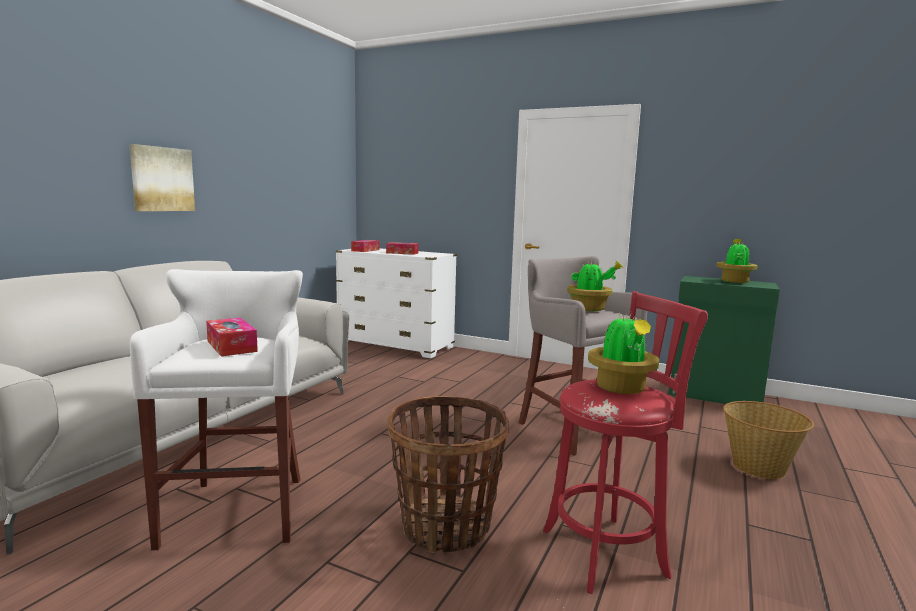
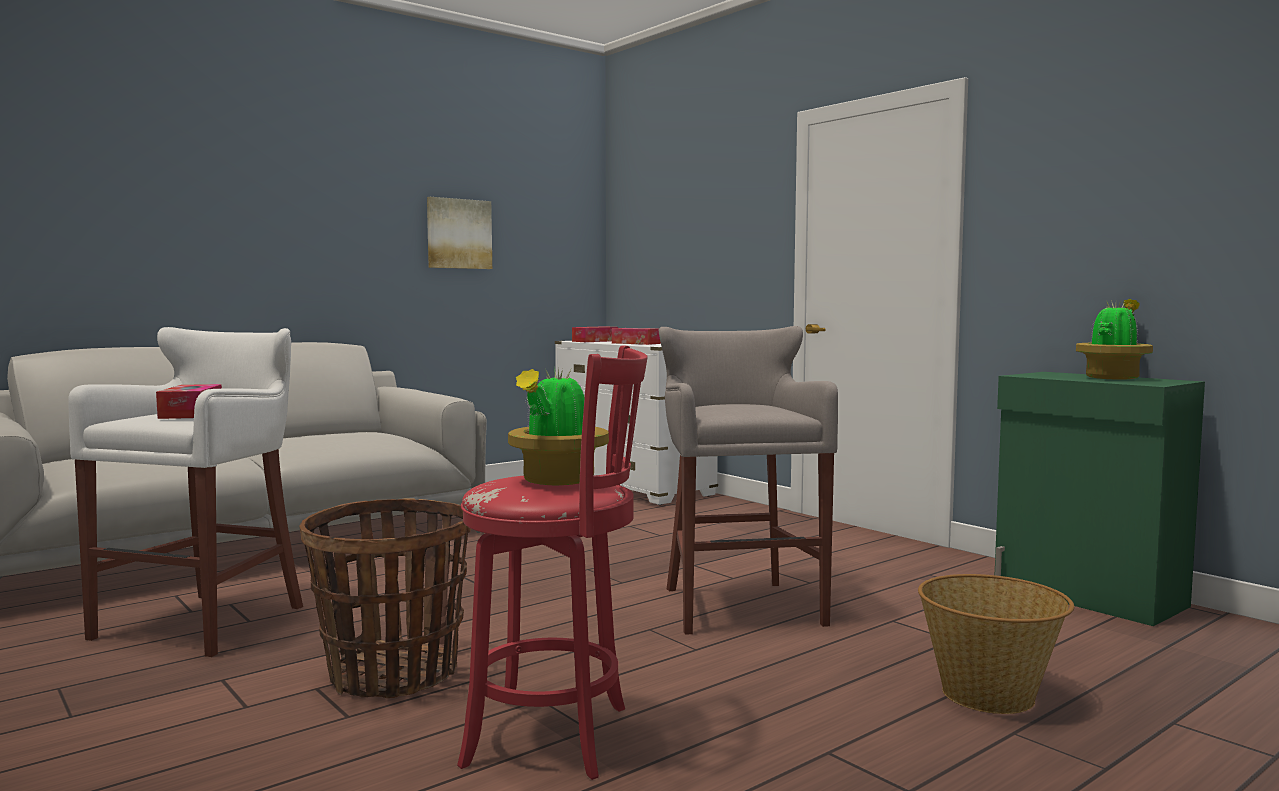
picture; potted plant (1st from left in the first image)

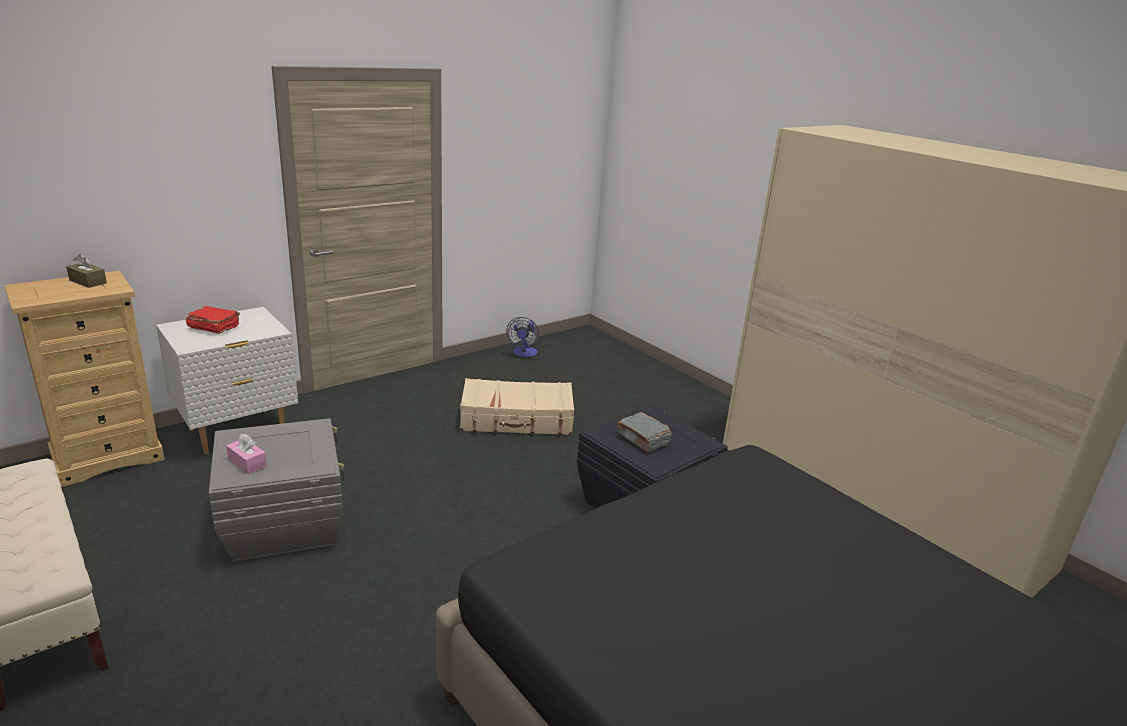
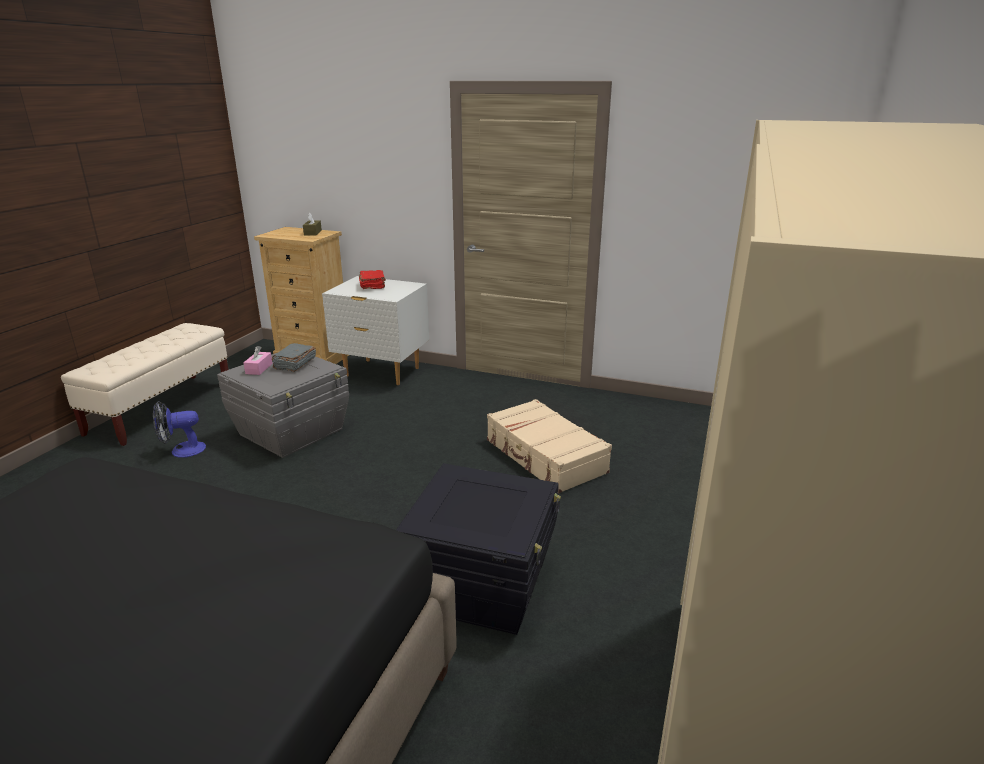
fan; grey book

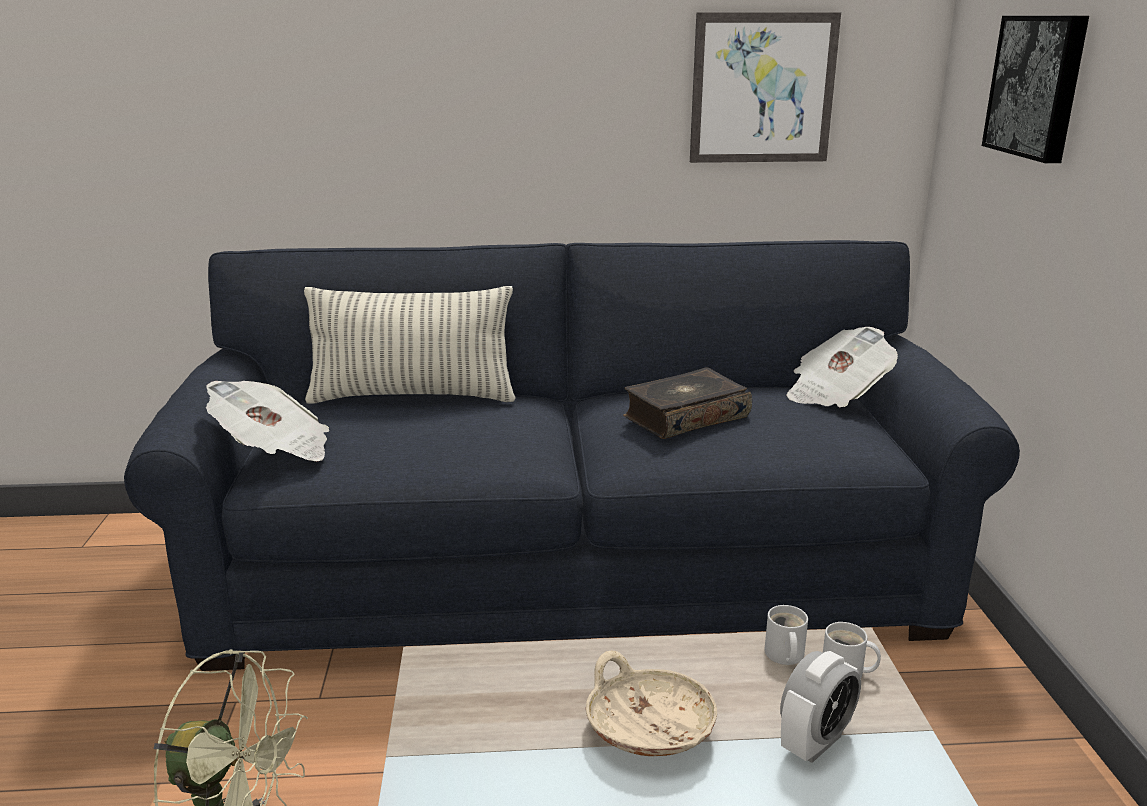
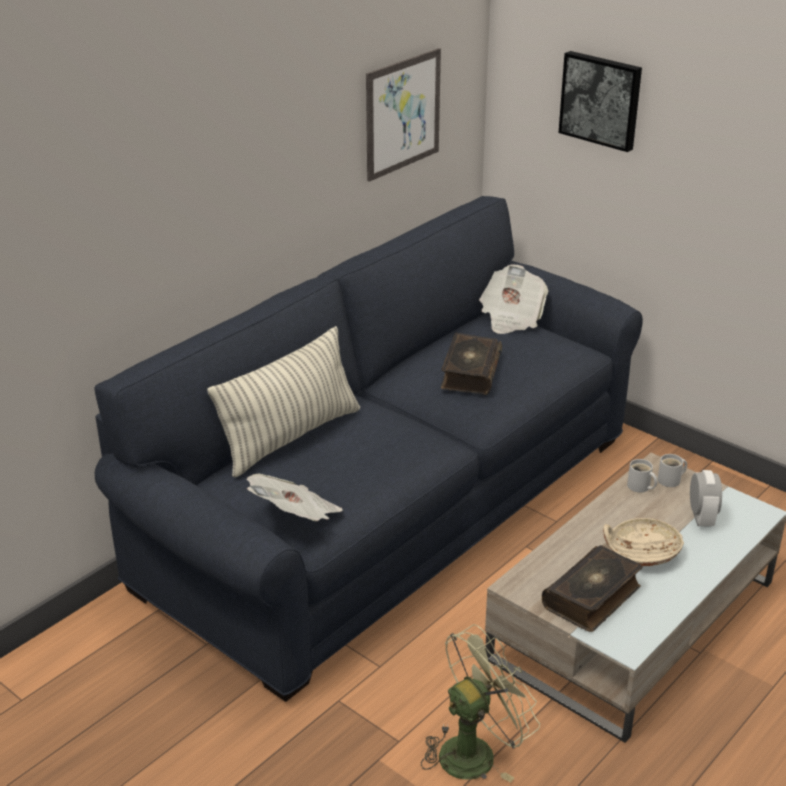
book (2nd from left)

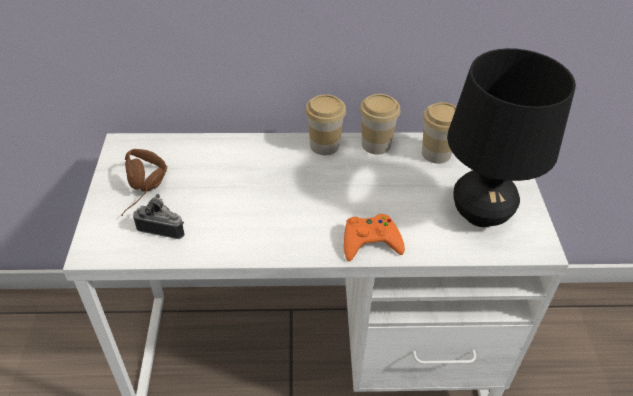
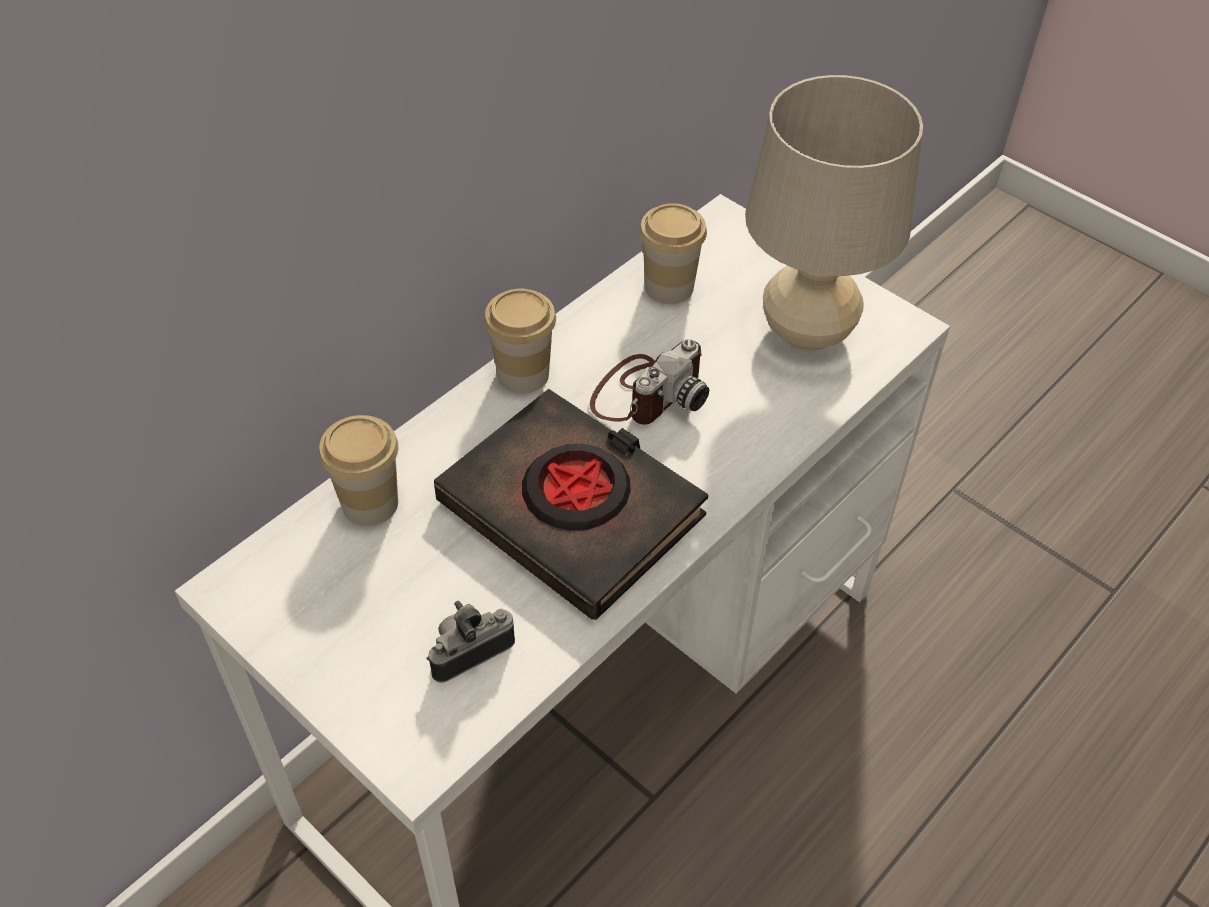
brown headphones; orange game controller; cup (1st from left); beige table lamp; black book; photo camera (2nd from left)

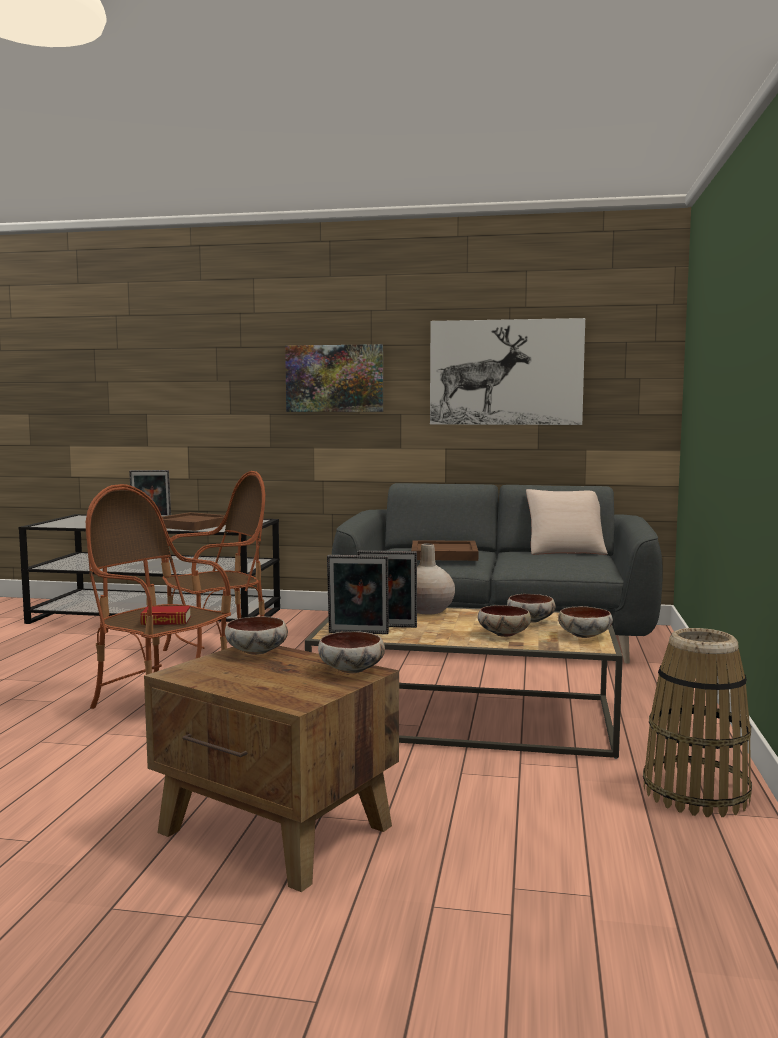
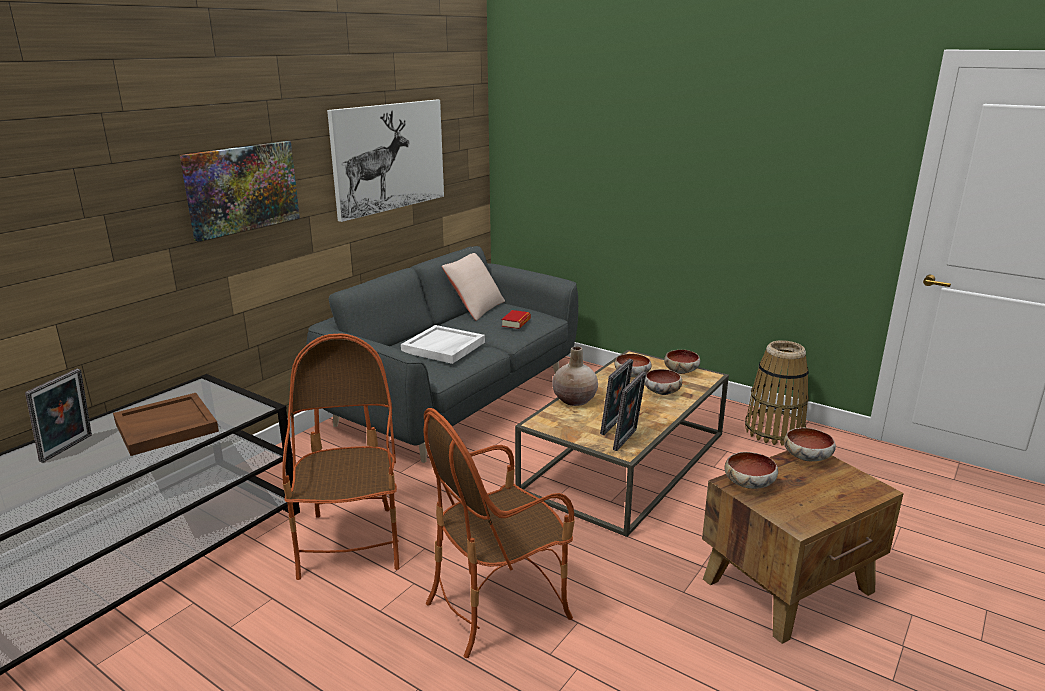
book; white tray

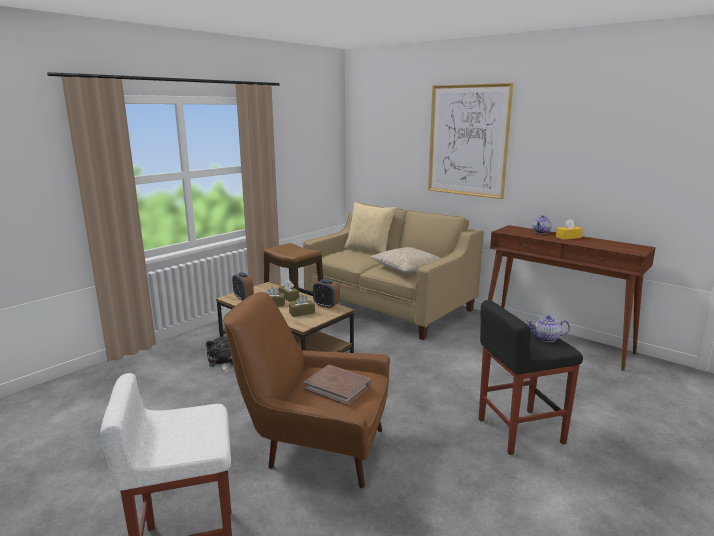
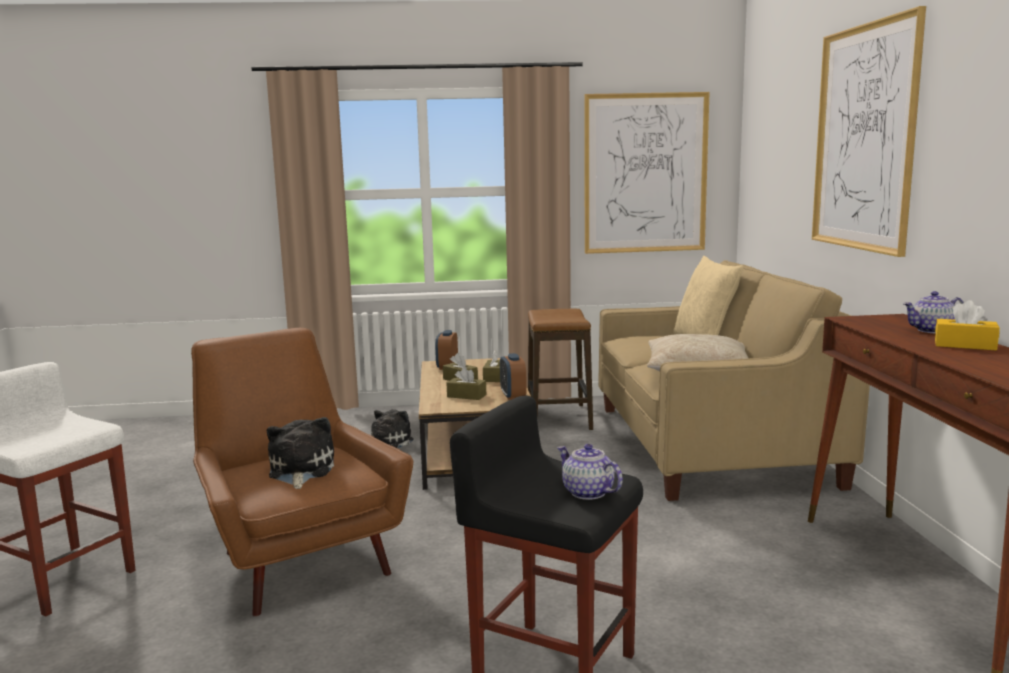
plush toy (1st from left); picture (1st from left)

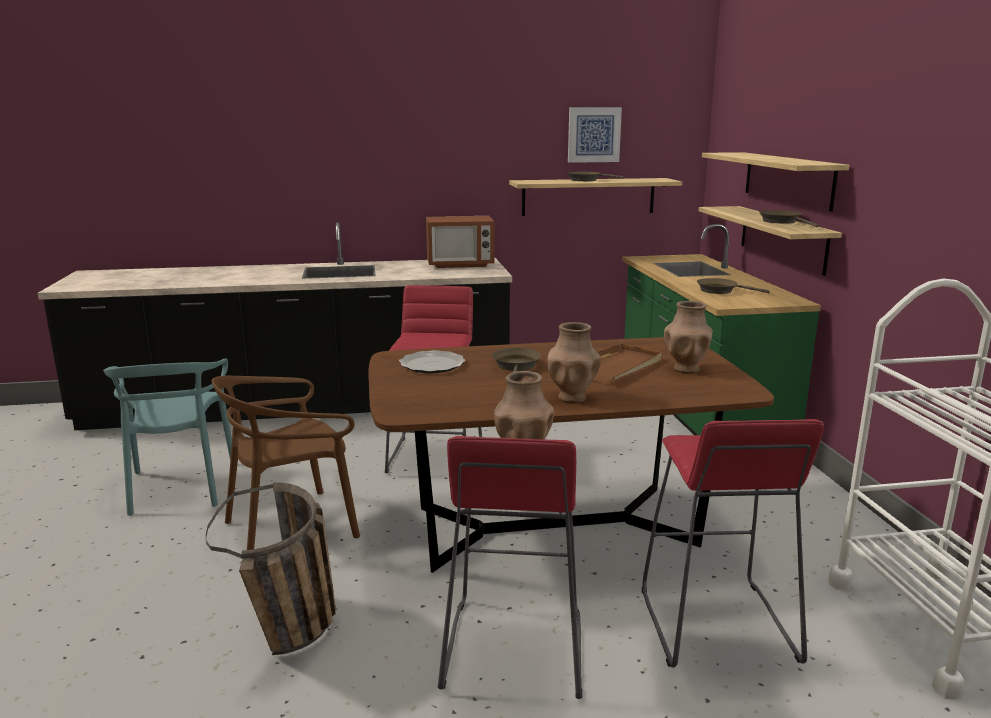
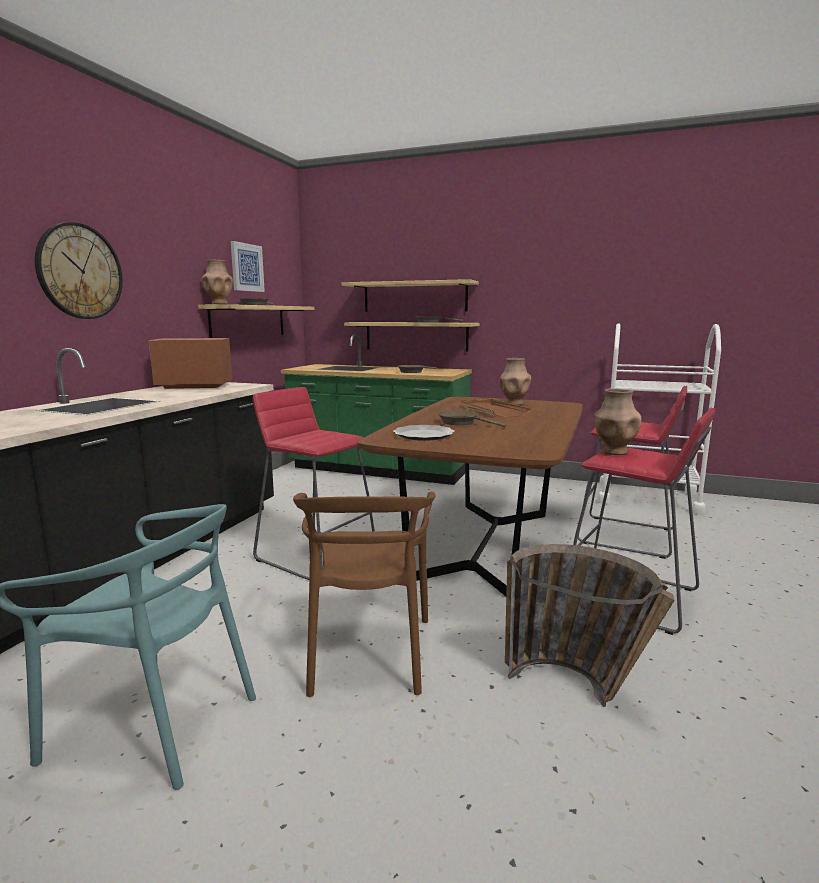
microwave; brown vase (1st from left); wall clock

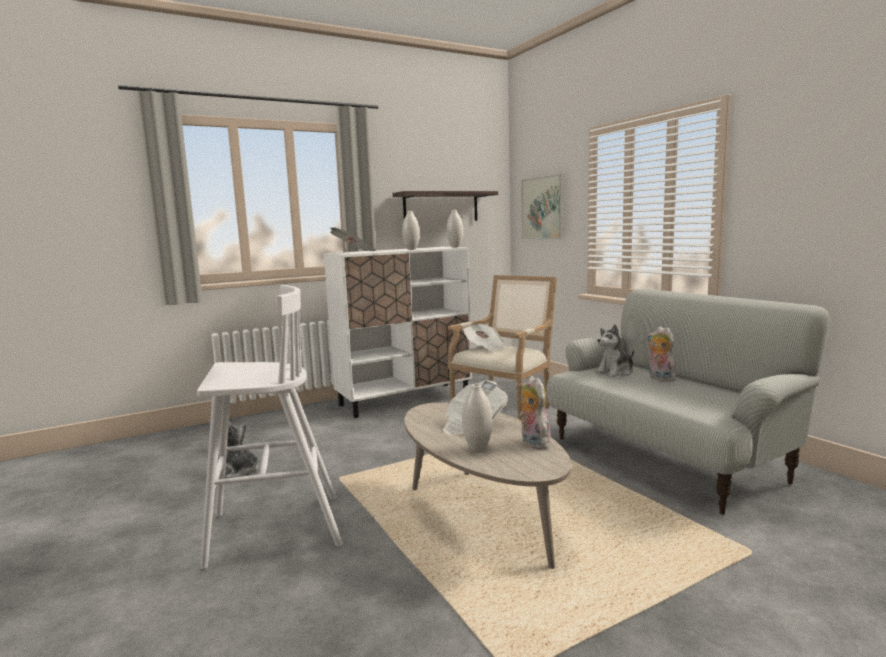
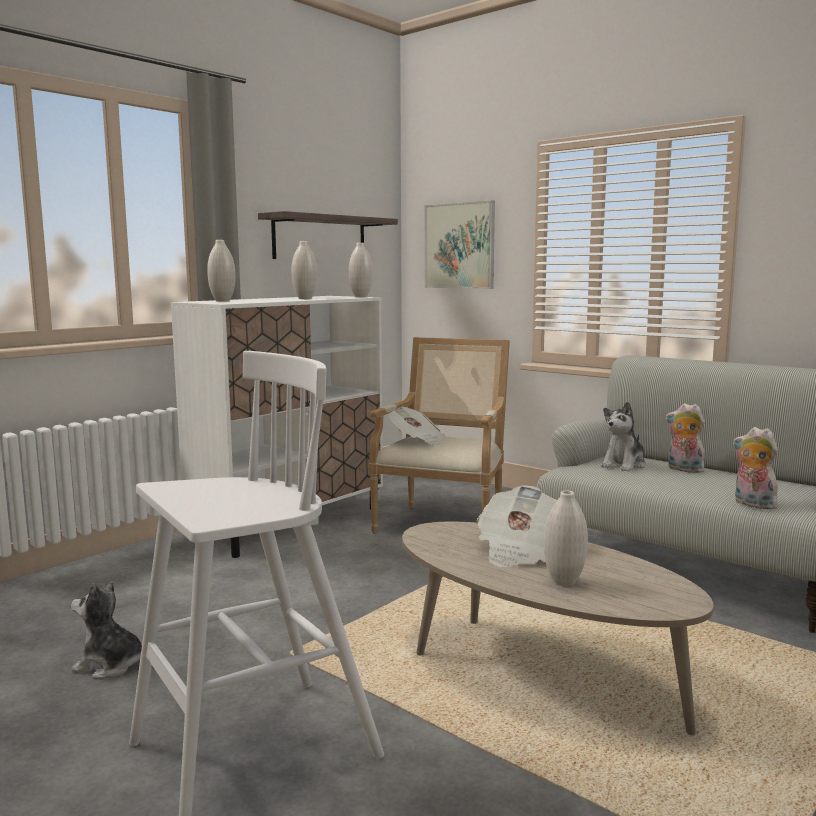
white vase (1st from left); plush toy (4th from left)

